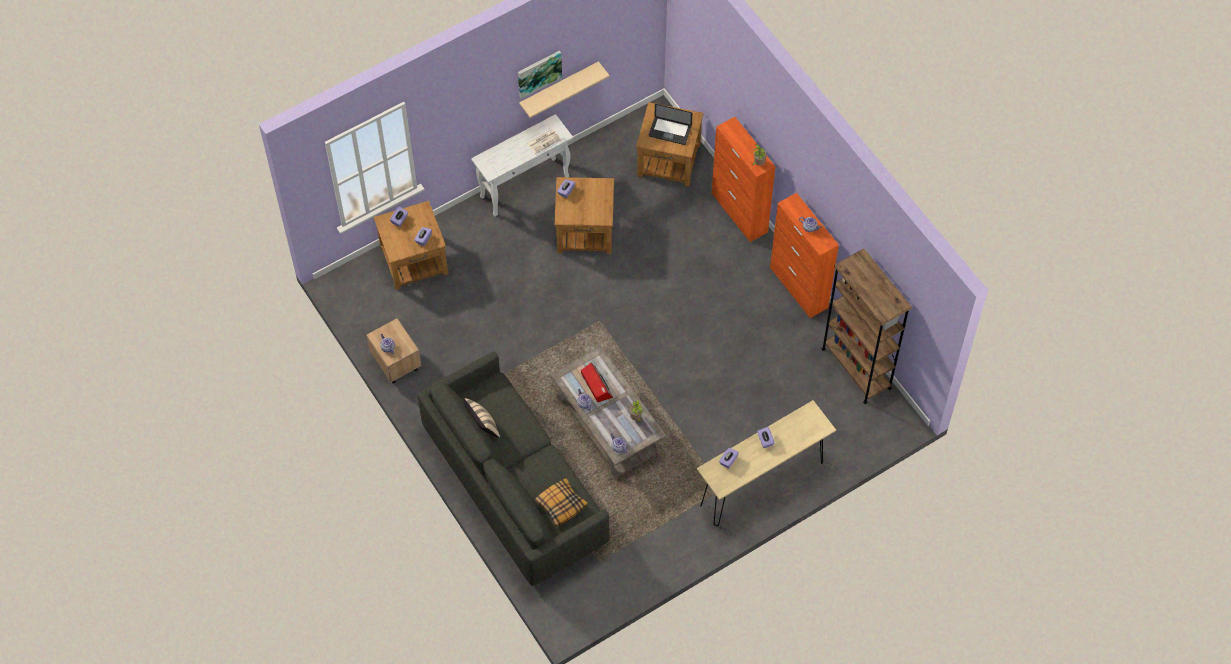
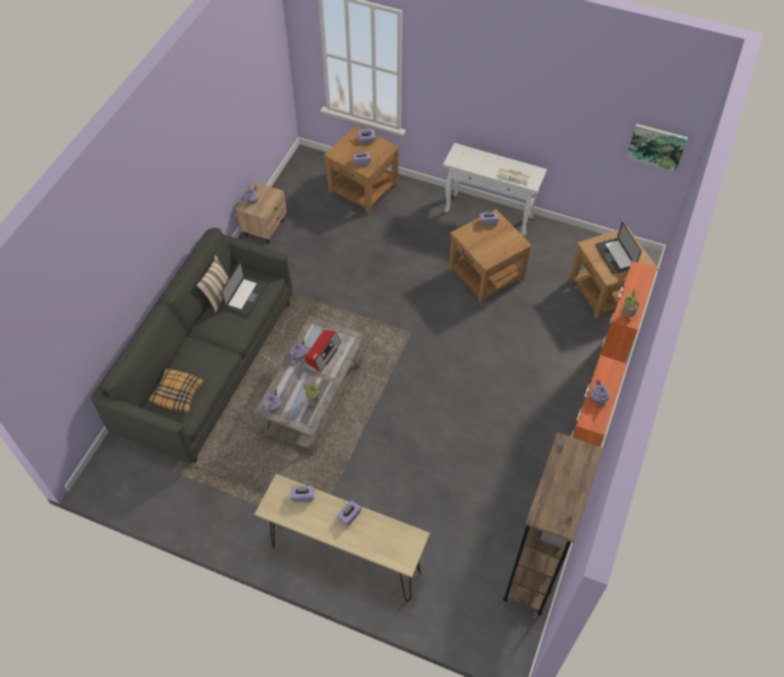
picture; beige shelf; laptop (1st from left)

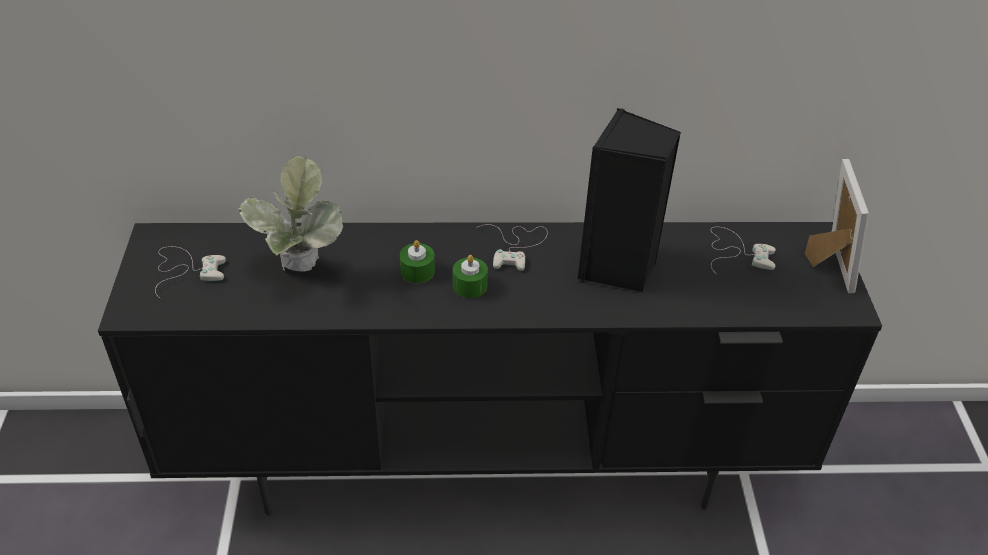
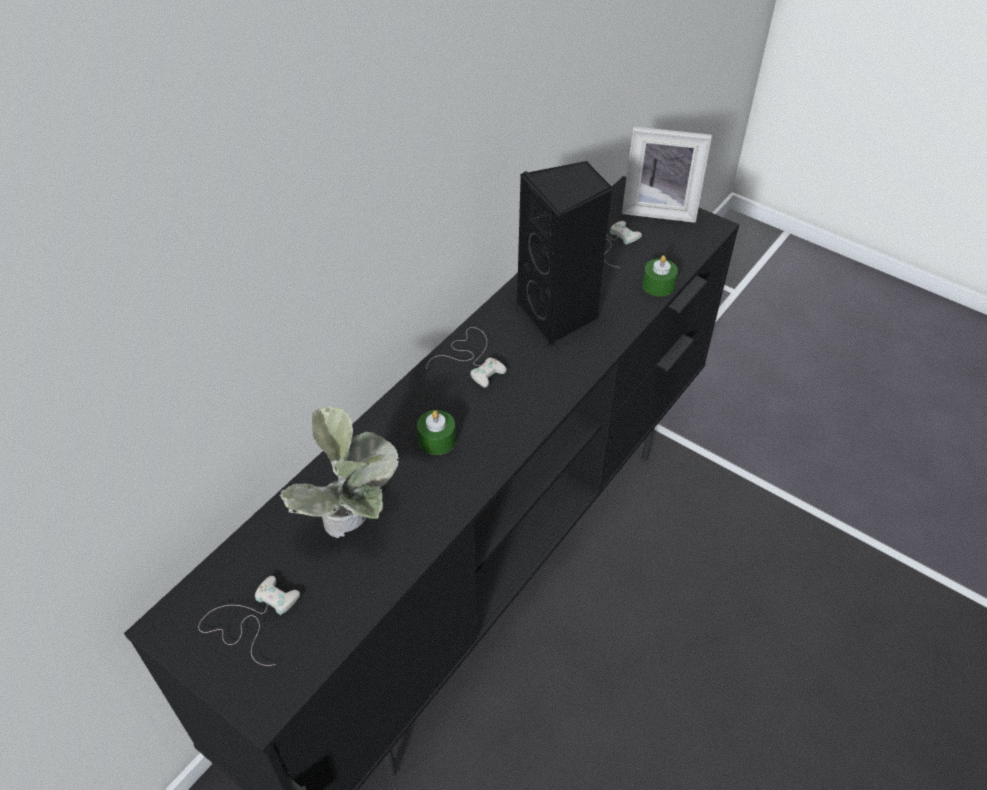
green candle (2nd from left); picture frame

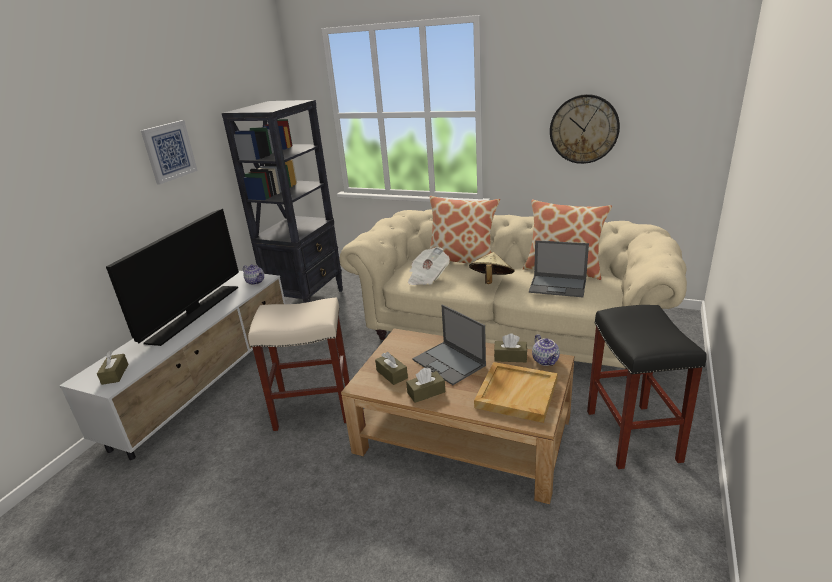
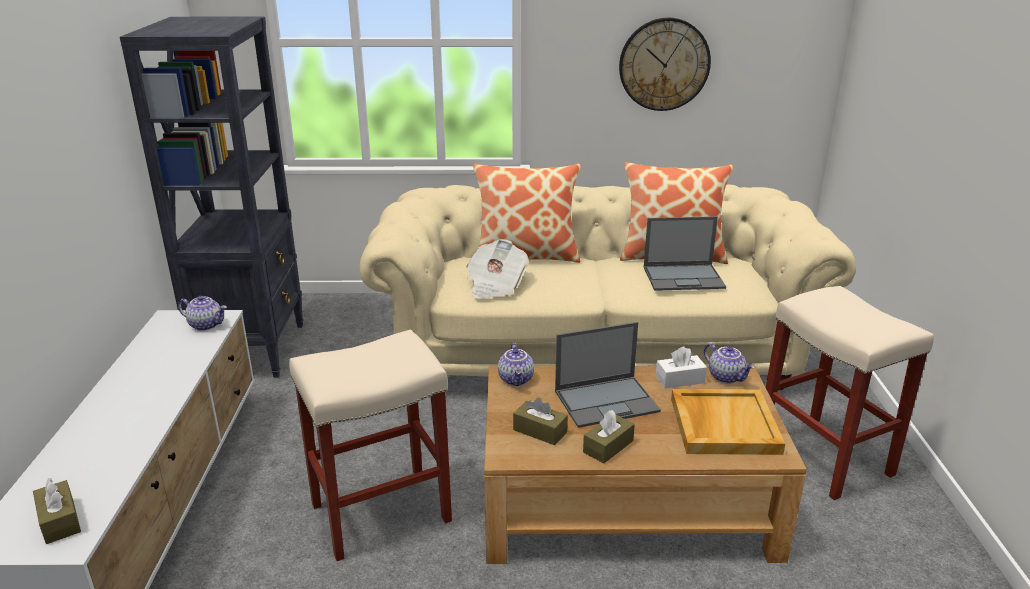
television; picture; laptop (1st from left); beige hat; white tissue box; beige stool (2nd from left); teapot (2nd from left)

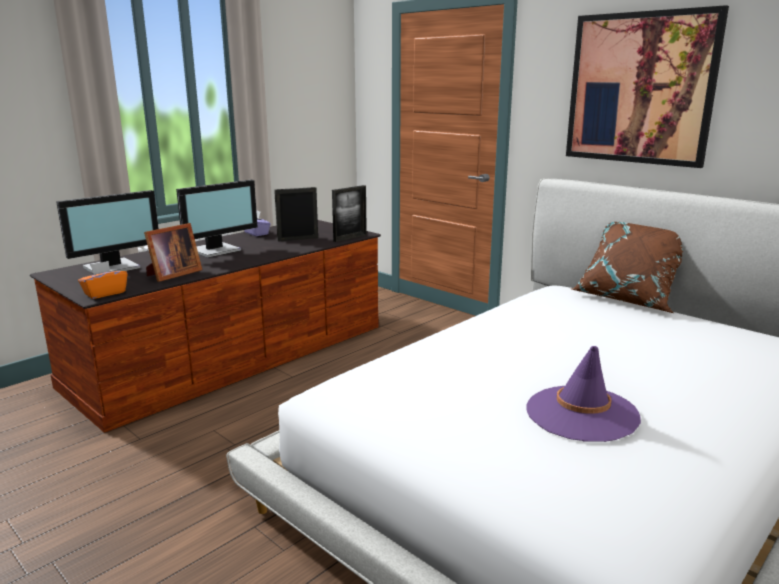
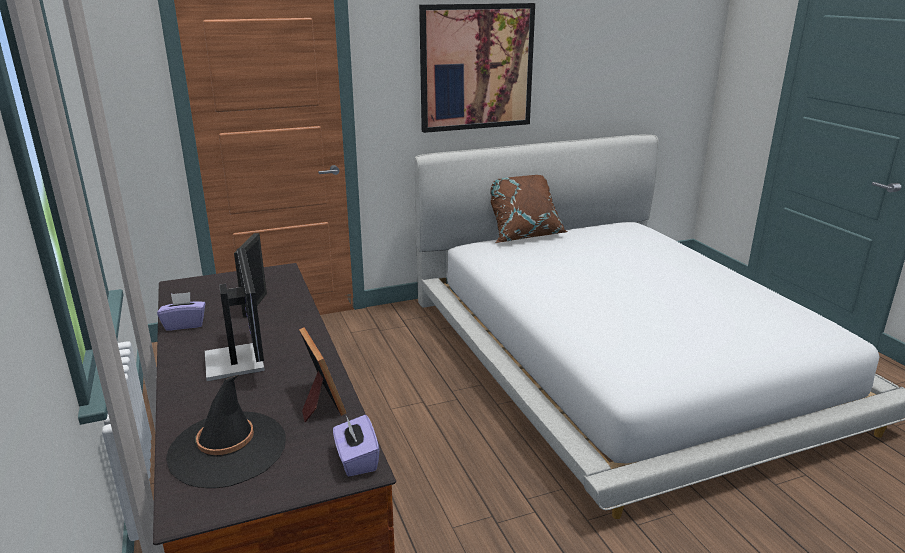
black hat; purple tissue box (2nd from left); picture frame (3rd from left in the first image); purple hat

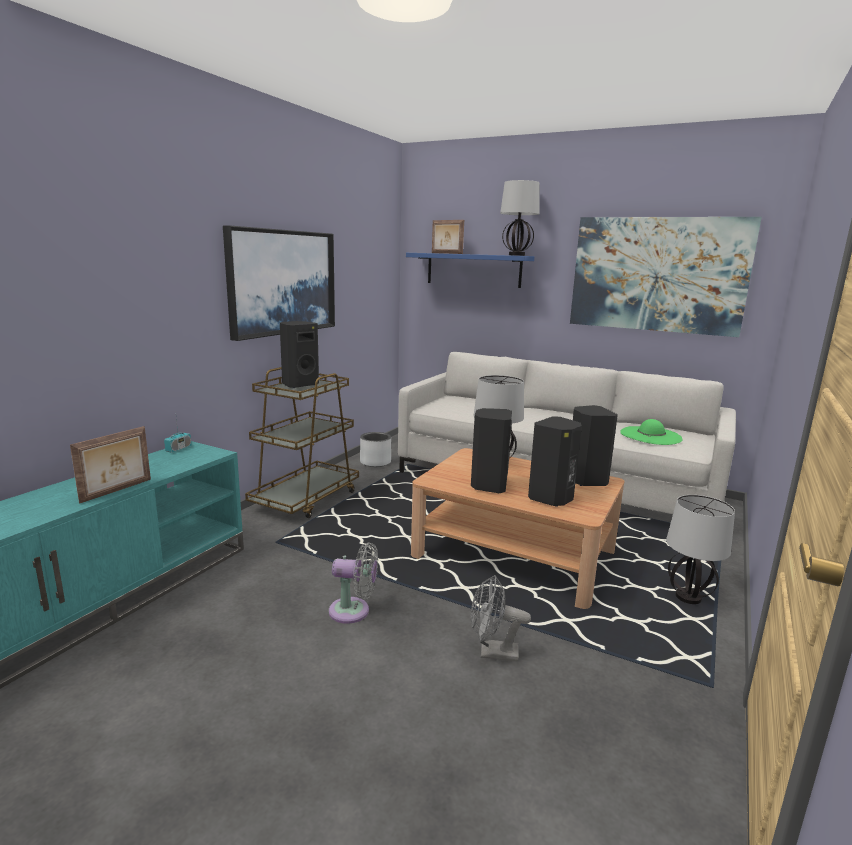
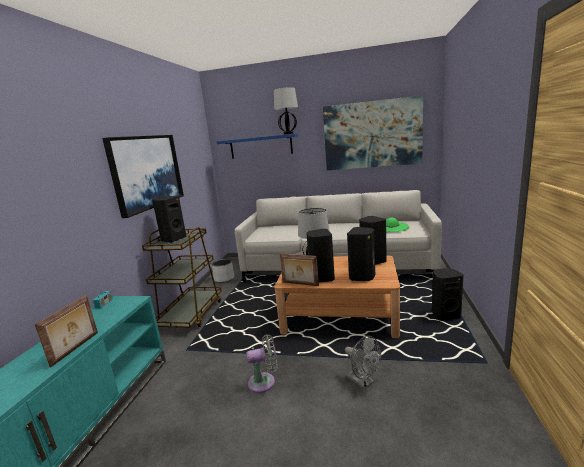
picture frame (2nd from left); grey fan (2nd from left); black speaker (5th from left)

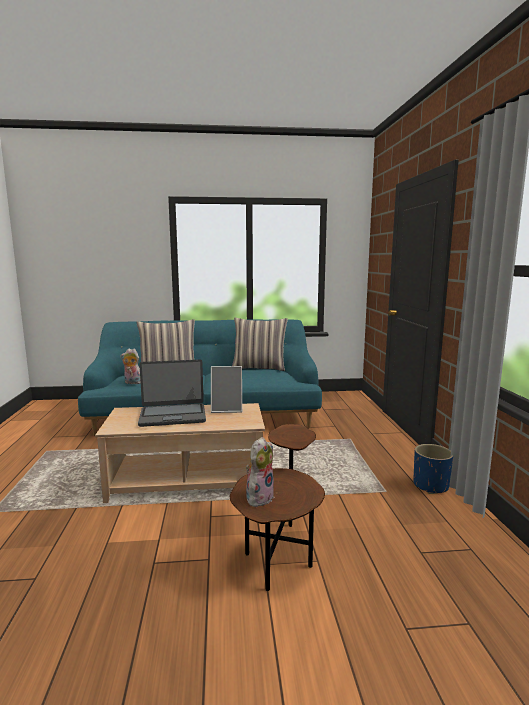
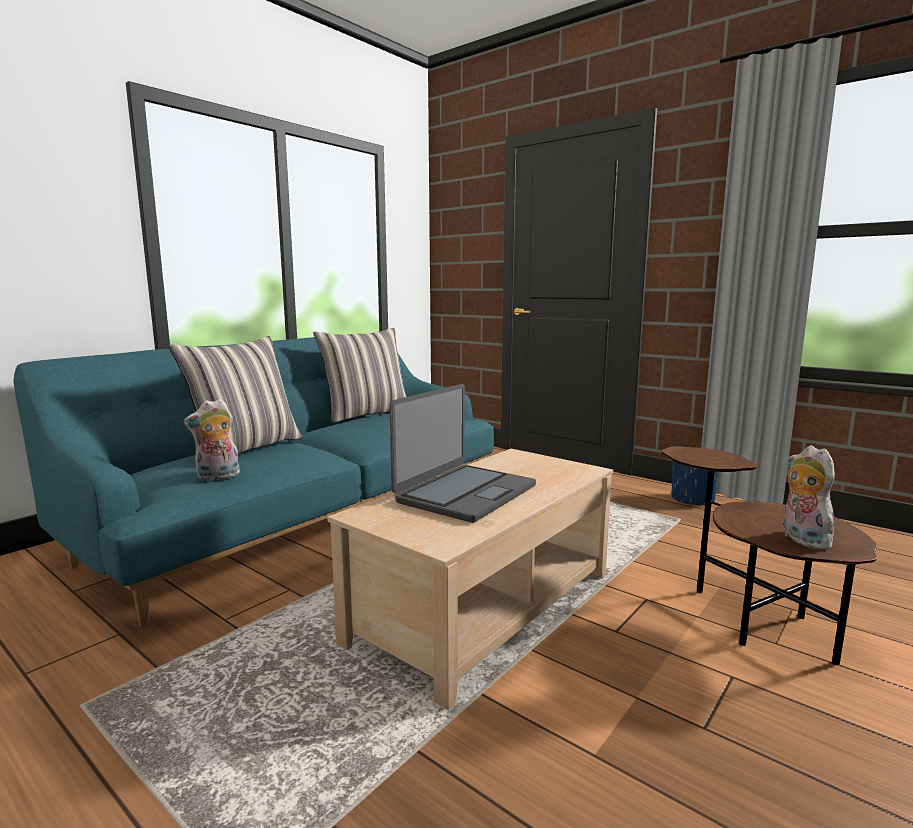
picture frame

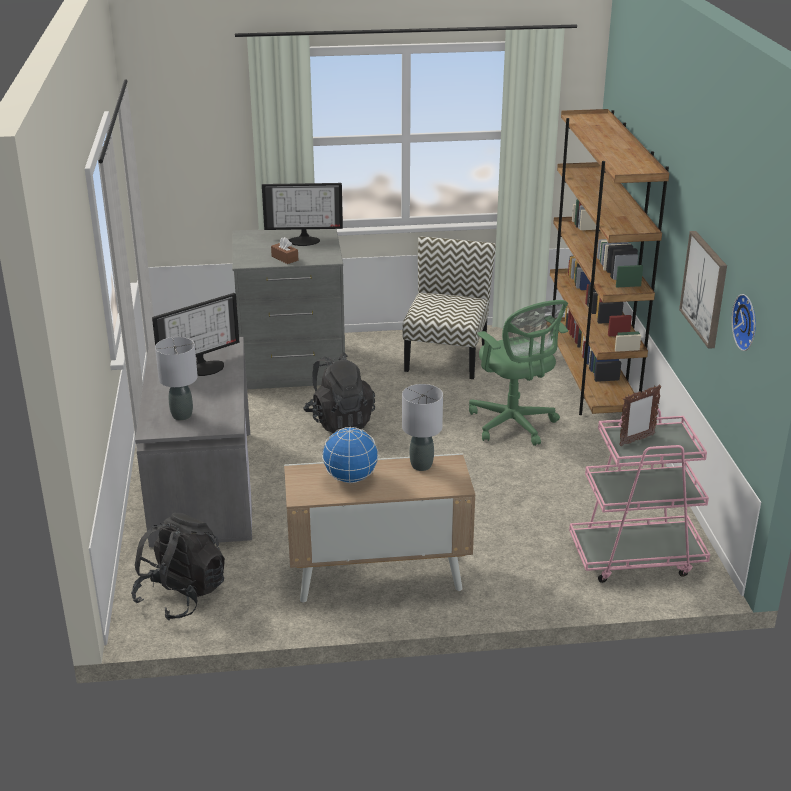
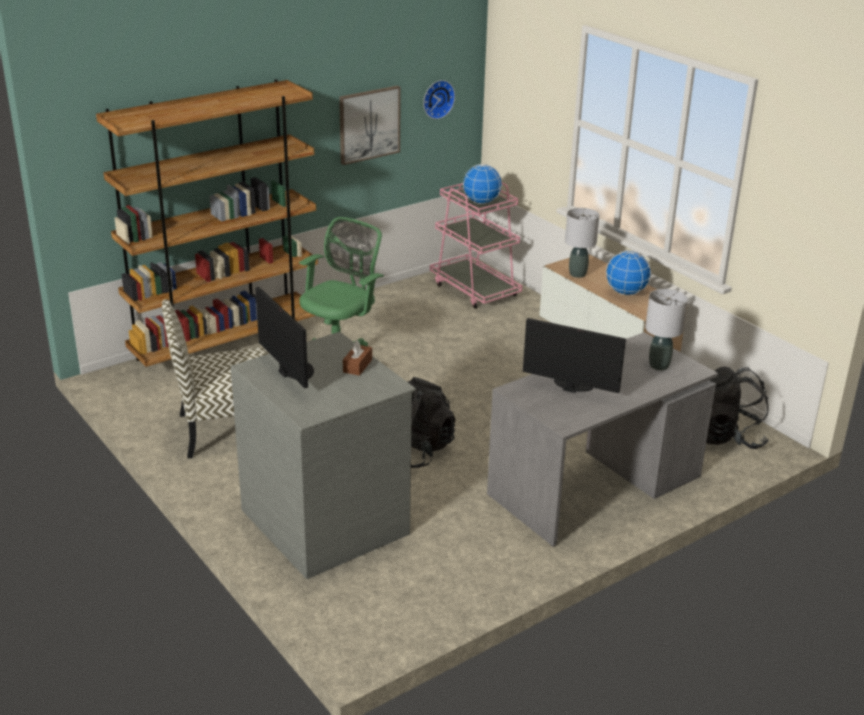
globe (1st from left)

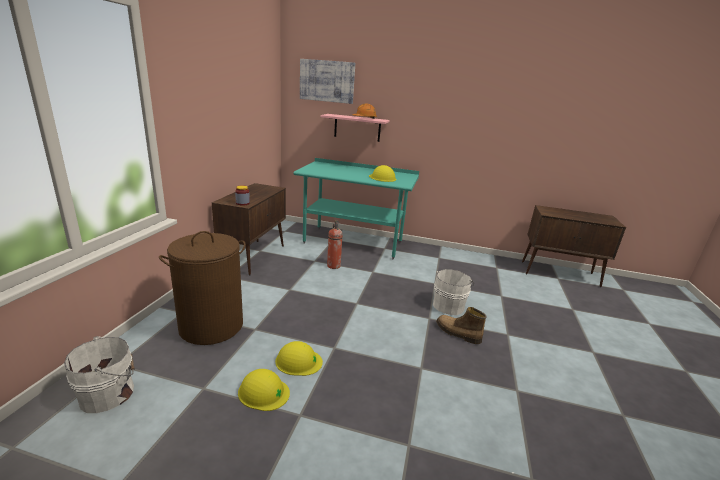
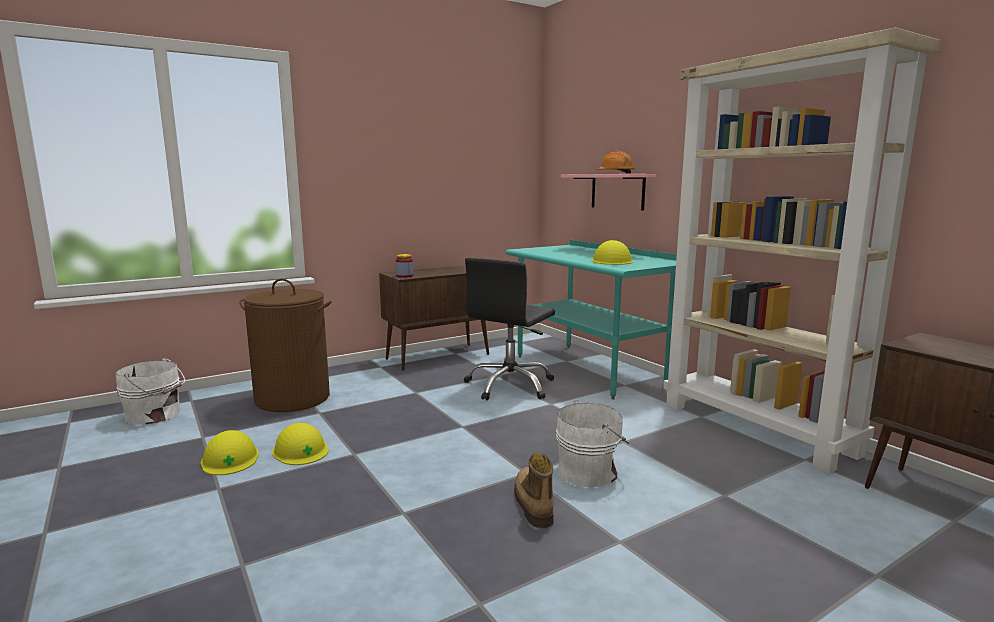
picture; black office chair; beige bookcase

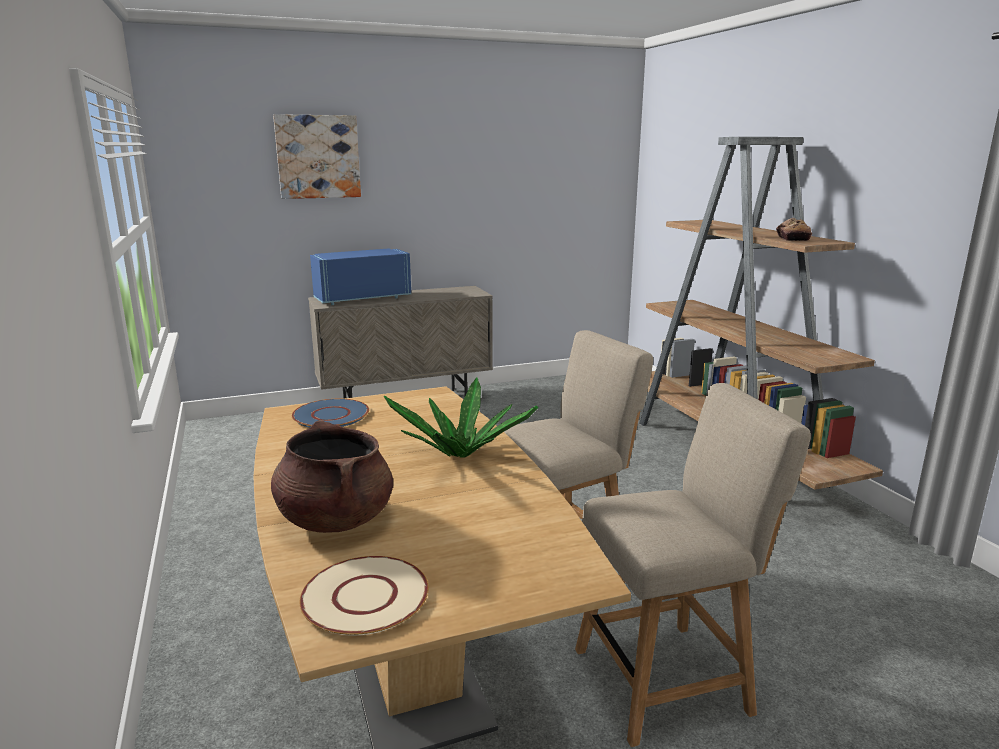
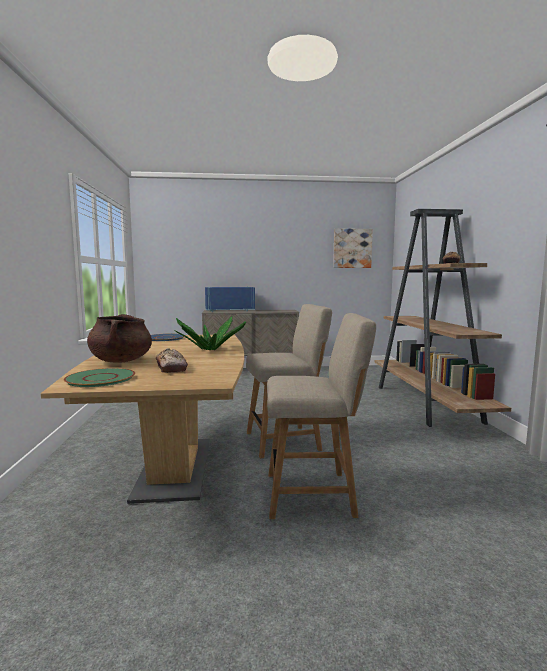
picture; green plate; bread (1st from left)

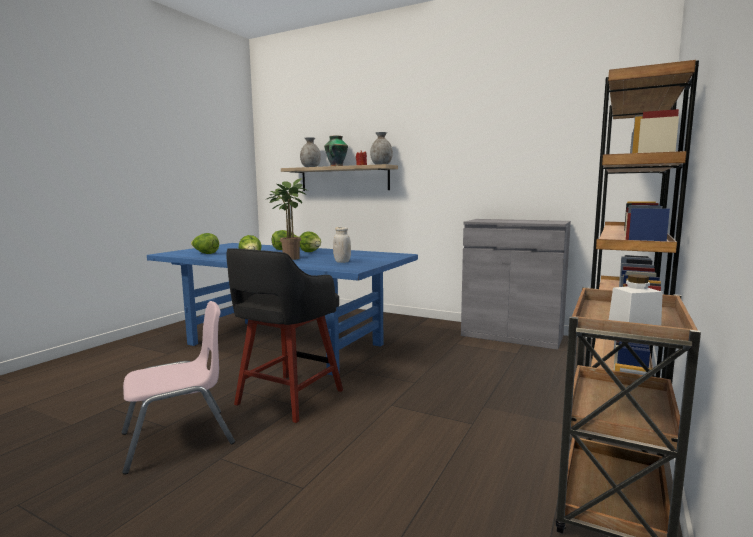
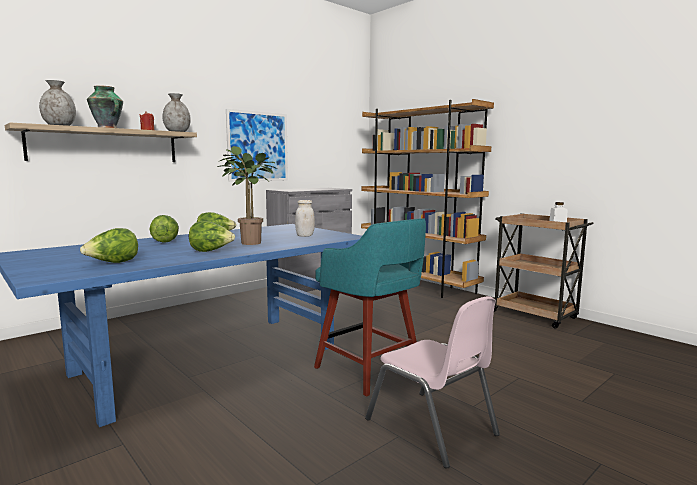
pink chair; turquoise stool; picture

